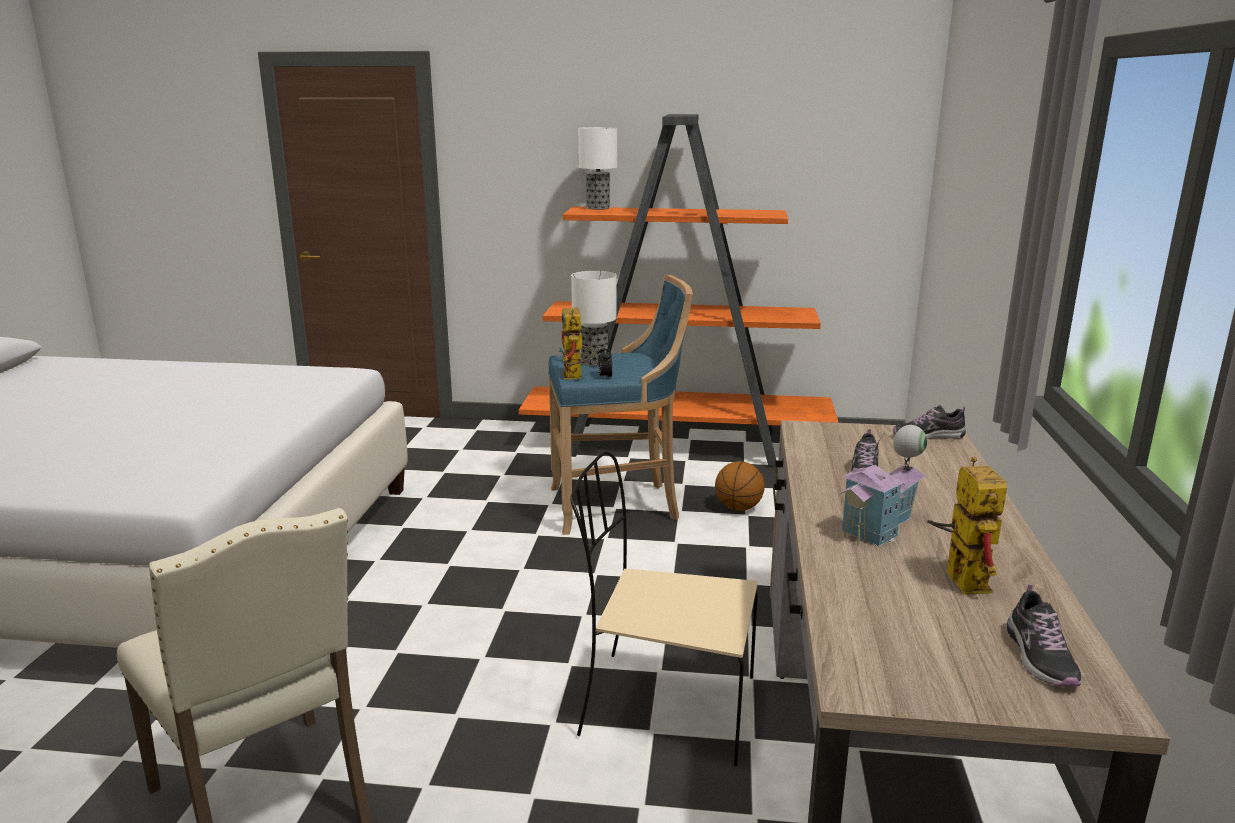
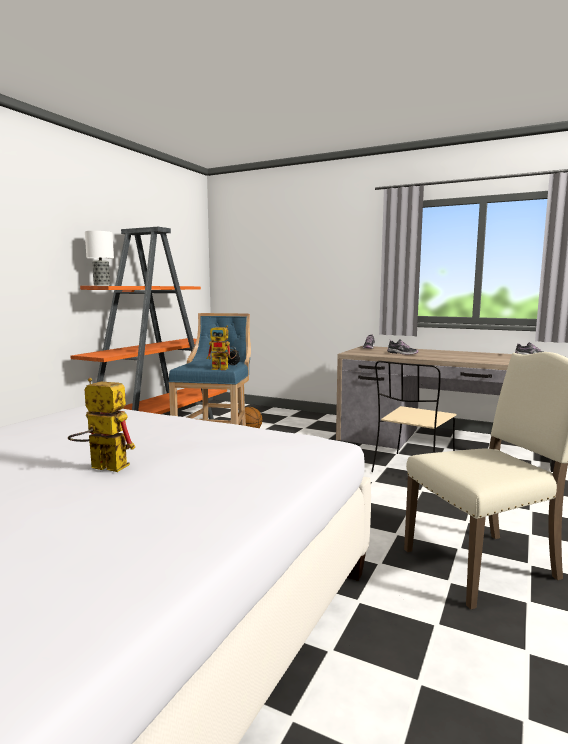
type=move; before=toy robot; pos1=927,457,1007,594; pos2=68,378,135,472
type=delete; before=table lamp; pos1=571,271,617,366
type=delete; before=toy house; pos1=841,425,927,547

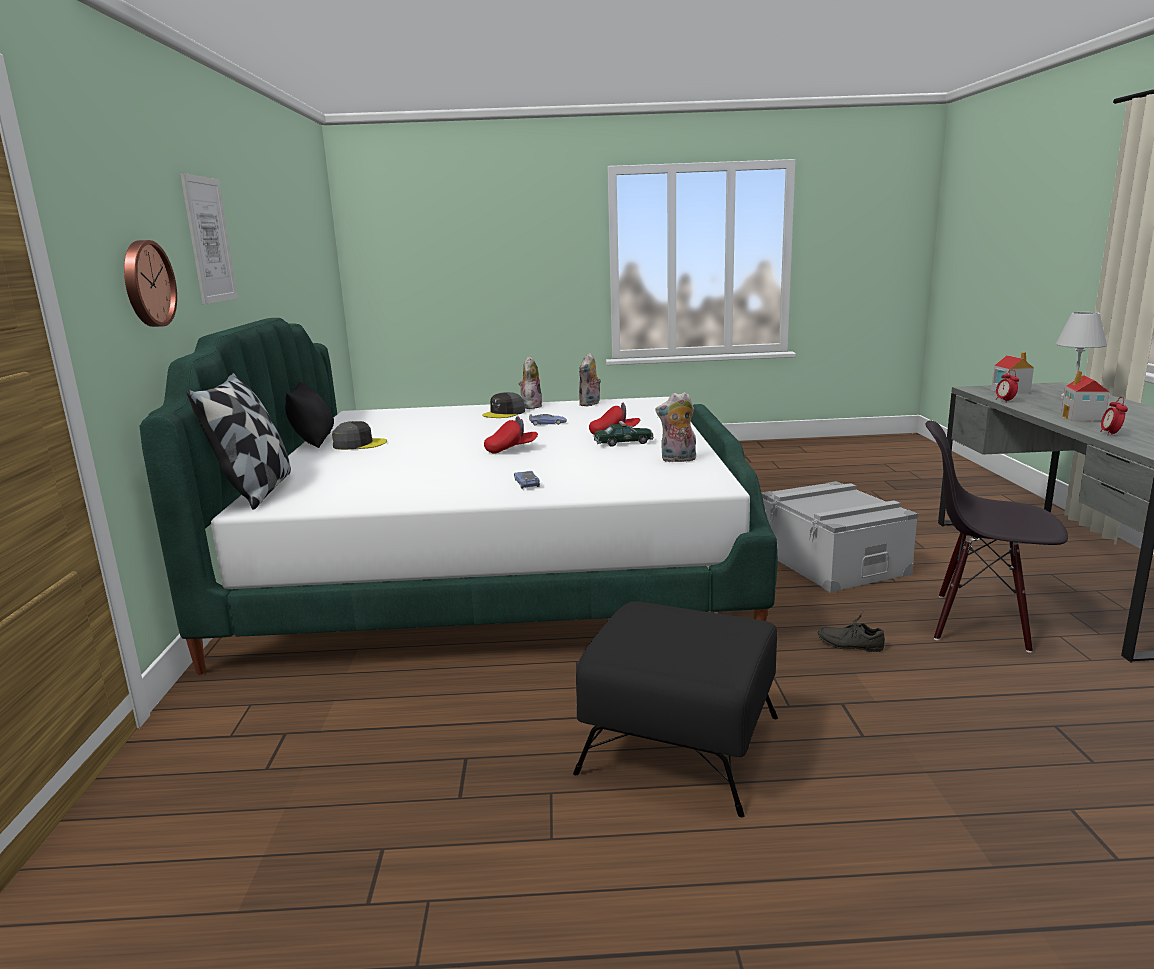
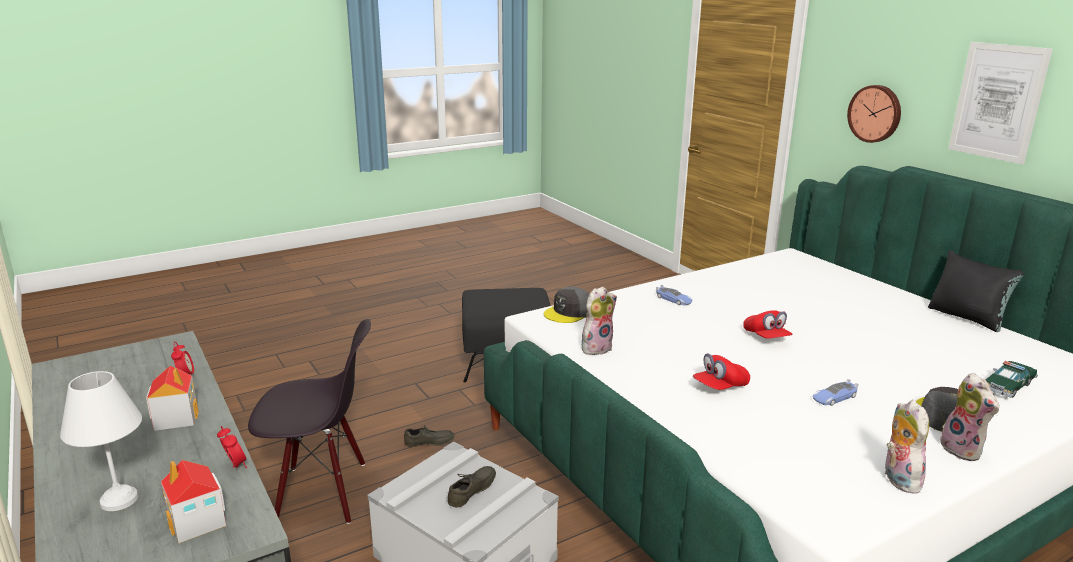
type=insert; after=grey shoe; pos2=448,466,496,508
type=move; before=grey cap; pos1=332,421,387,450; pos2=544,287,589,323
type=rotate; before=red cap; pos1=484,416,538,454; pos2=743,310,793,338; turn=-60
type=move; before=toy car; pos1=594,421,654,447; pos2=986,361,1038,398
type=delete; before=pillow; pos1=187,373,291,509

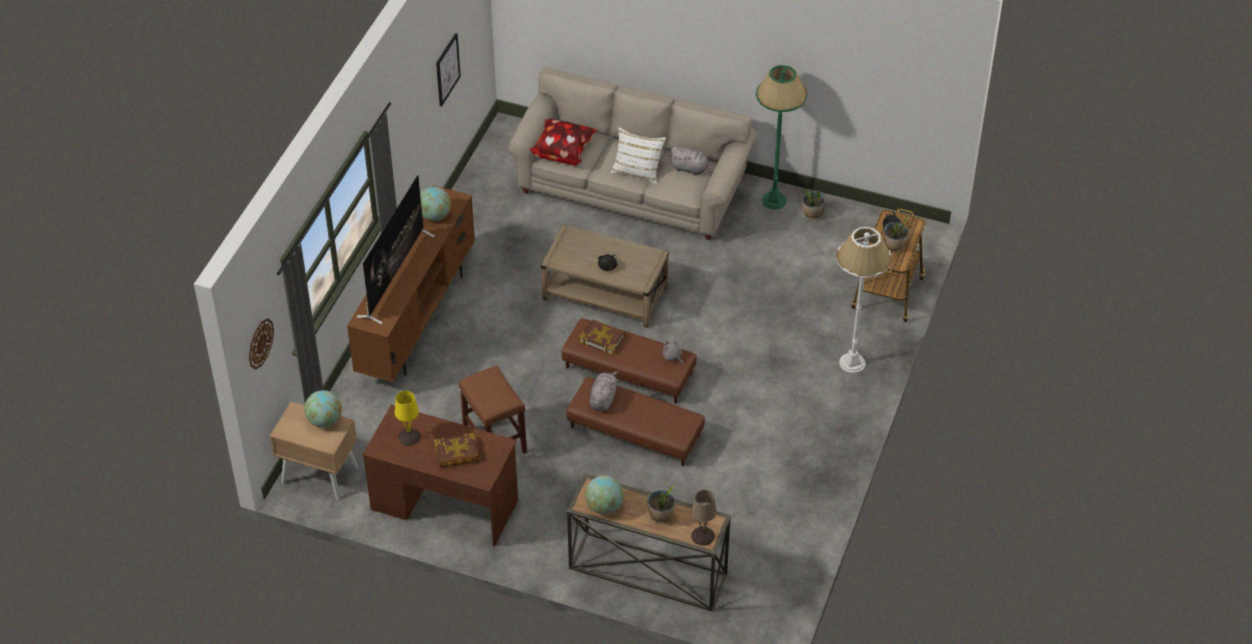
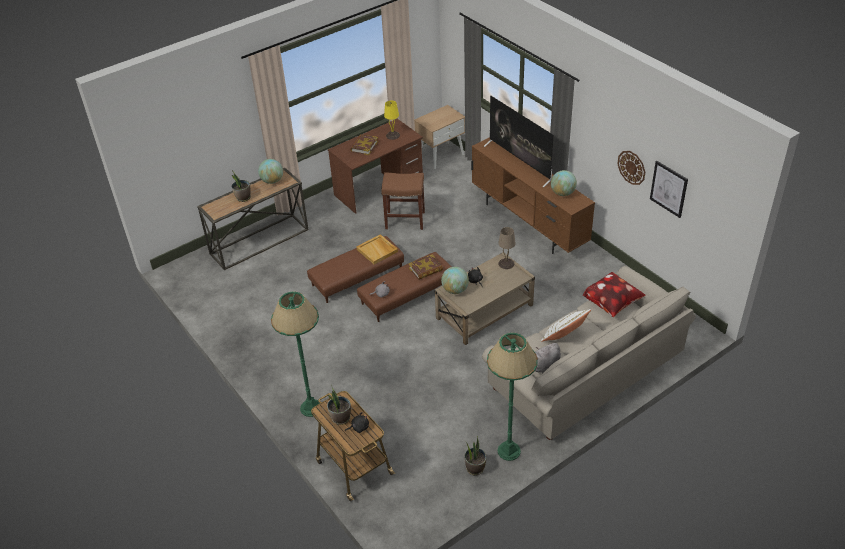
type=recolor; before=white floor lamp; after=green floor lamp; pos1=836,227,892,373; pos2=271,292,320,417
type=replace; before=grey plush toy; after=beige tray; pos1=589,371,619,411; pos2=356,234,398,265
type=move; before=globe; pos1=304,390,342,427; pos2=441,267,469,294
type=move; before=beige table lamp; pos1=691,490,717,546; pos2=498,227,516,269
type=move; before=wall clock; pos1=249,318,274,370; pos2=617,151,645,185

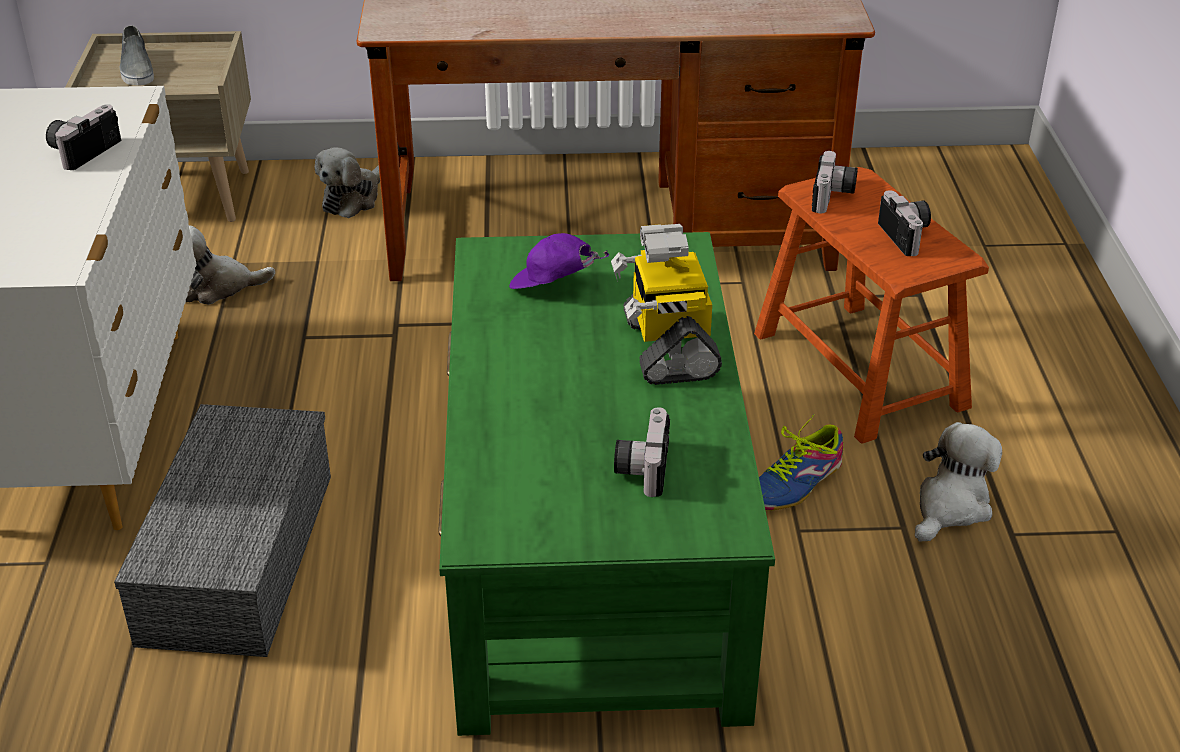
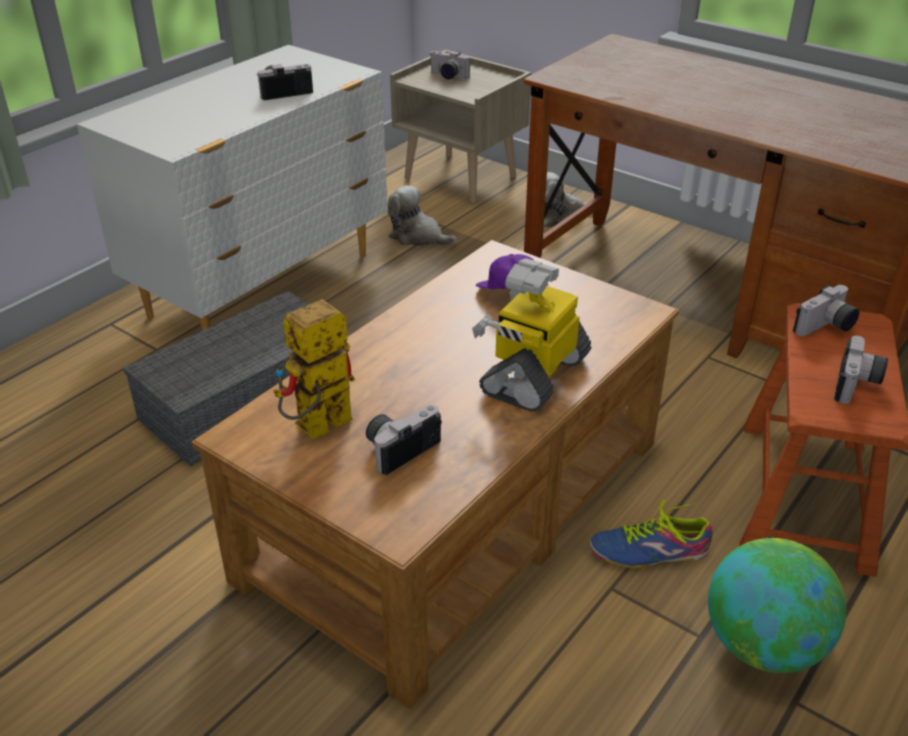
type=recolor; before=green coffee table; after=brown coffee table; pos1=438,232,775,736; pos2=191,240,679,709
type=insert; after=toy robot; pos2=273,299,355,439
type=replace; before=grey shoe; after=photo camera; pos1=119,25,154,86; pos2=430,51,470,79
type=replace; before=plush toy; after=globe; pos1=915,422,1002,542; pos2=708,538,846,673

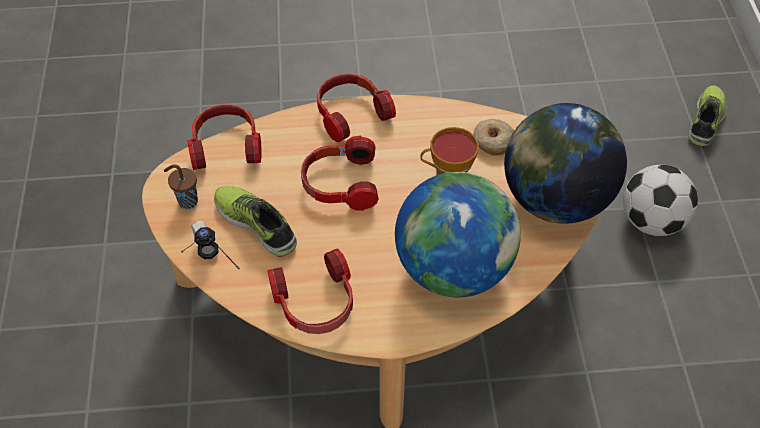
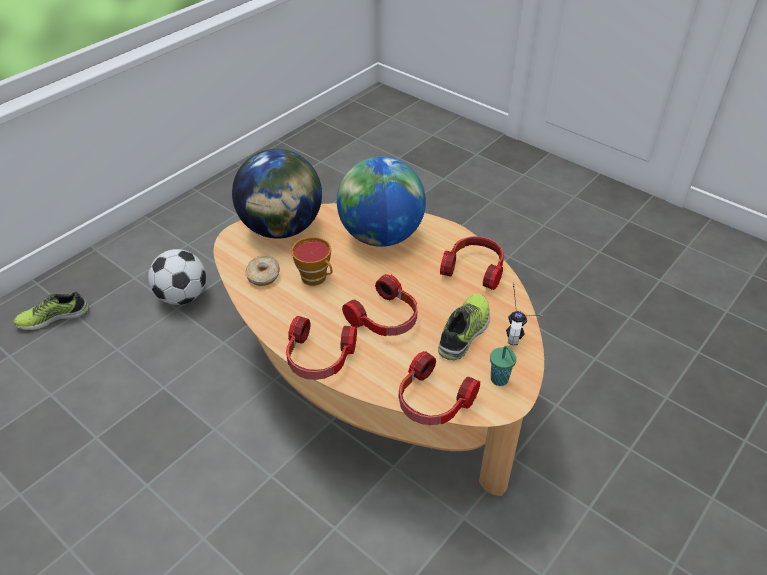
type=rotate; before=shoe; pos1=214,186,297,257; pos2=438,294,490,360; turn=-150
type=recolor; before=brown cup; after=green cup; pos1=164,165,198,209; pos2=490,345,517,386

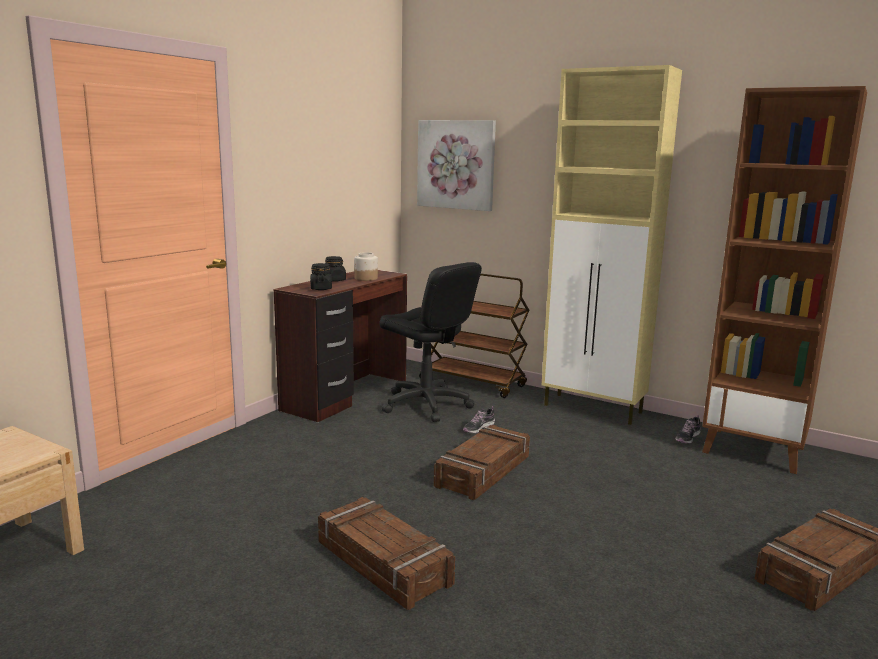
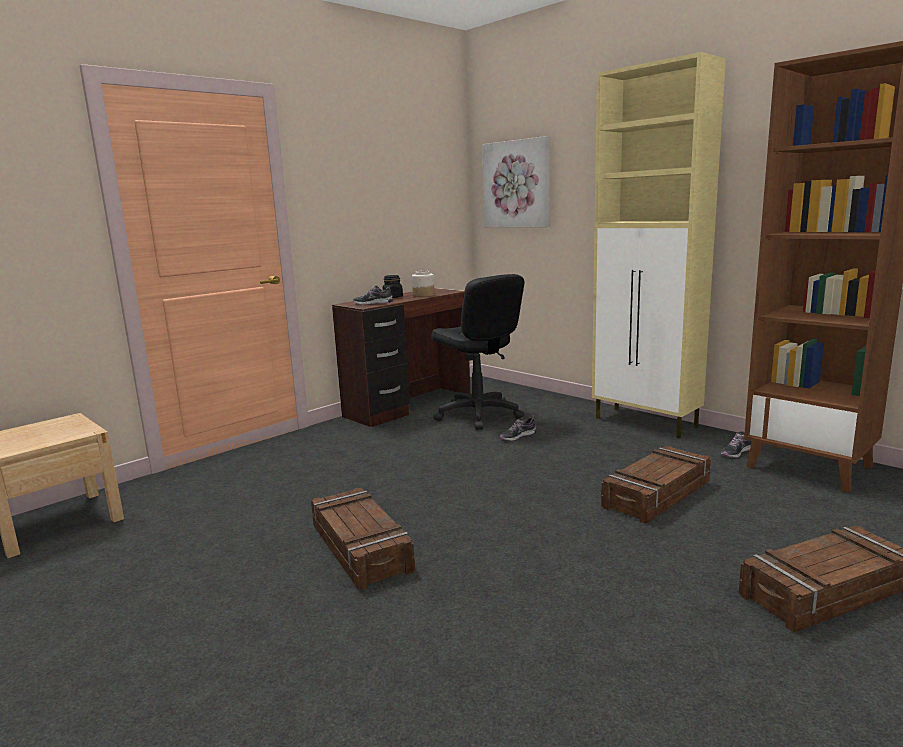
type=replace; before=black jar; after=shoe; pos1=310,263,332,290; pos2=353,285,393,305
type=move; before=crate; pos1=434,425,530,500; pos2=601,446,711,524
type=delete; before=brown cart; pos1=419,273,529,398

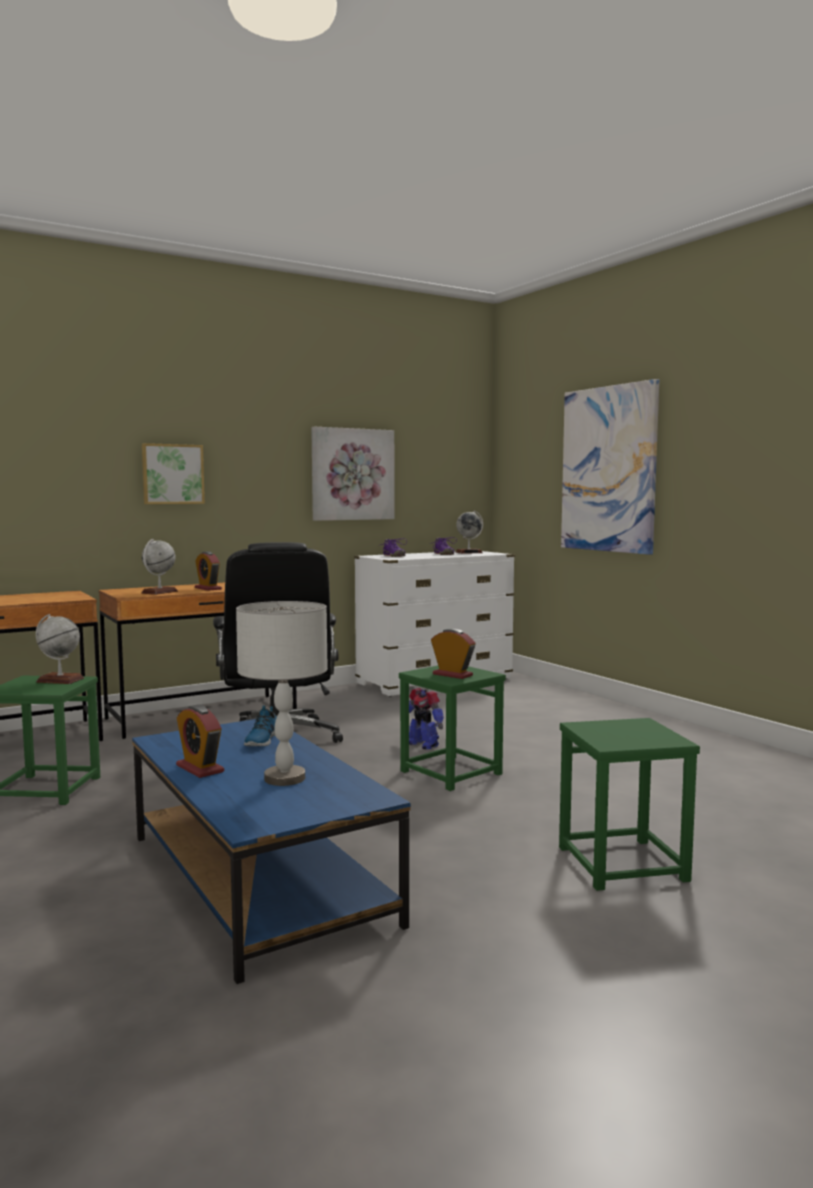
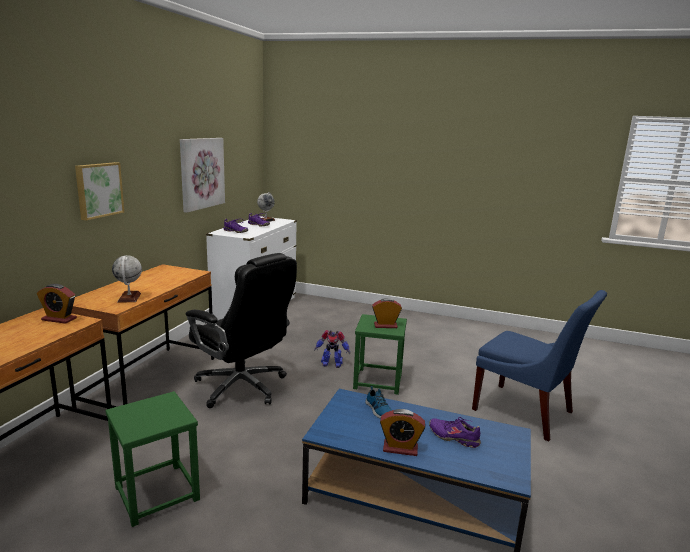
type=move; before=alarm clock; pos1=195,551,222,591; pos2=37,284,77,324
type=replace; before=grey table lamp; after=purple shoe; pos1=236,601,328,786; pos2=429,417,481,448
type=replace; before=green stool; after=blue chair; pos1=559,718,700,891; pos2=472,290,607,441
type=delete; before=globe; pos1=36,614,84,684
type=delete; before=picture; pos1=561,379,659,555

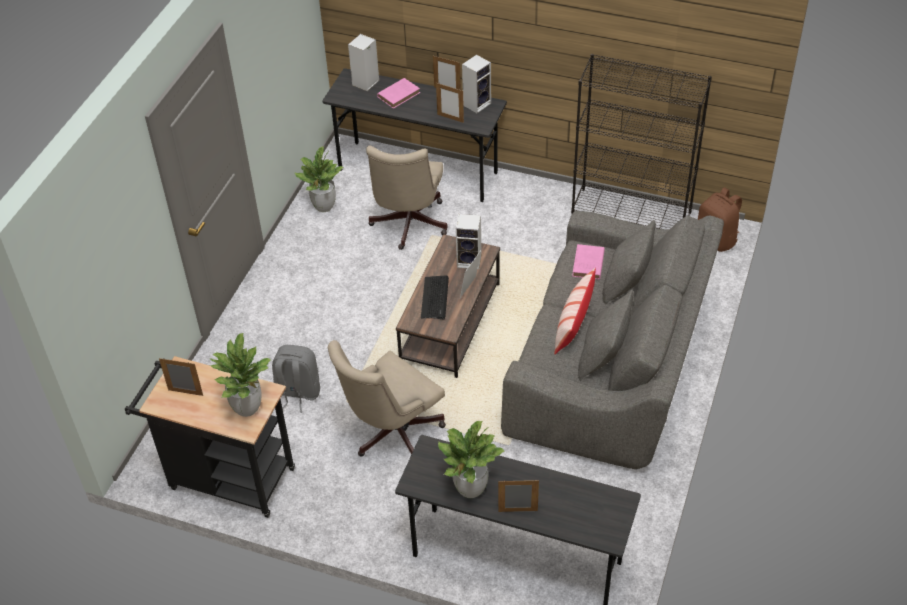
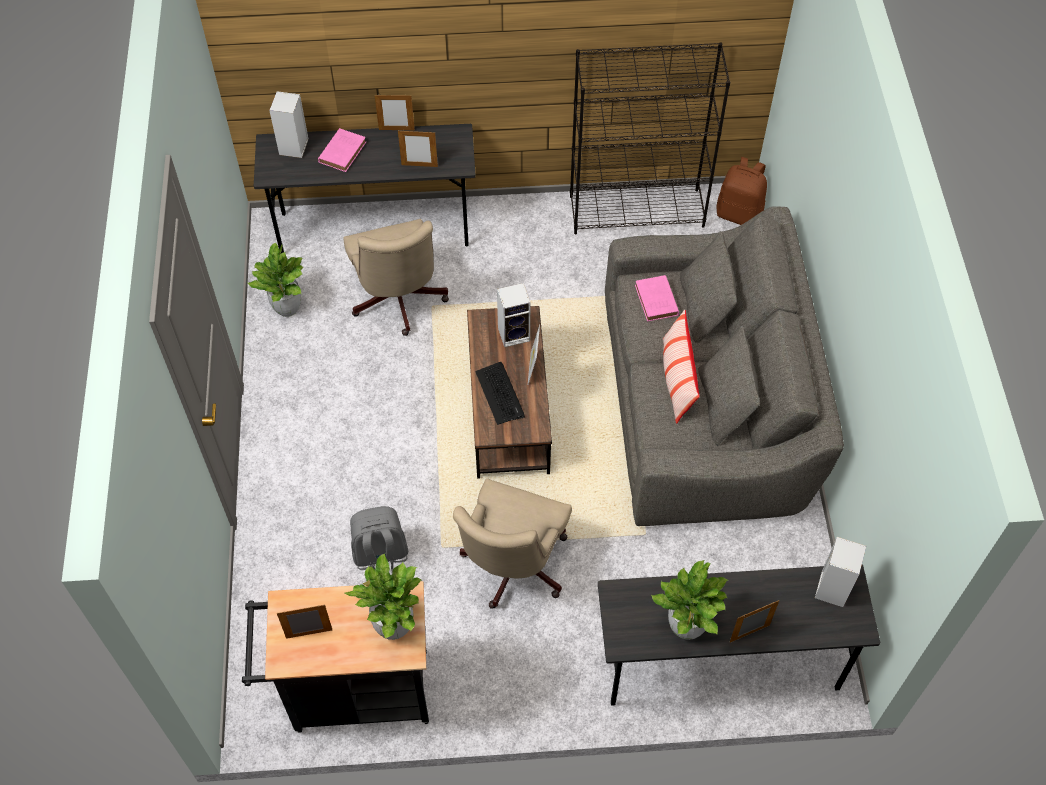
type=move; before=speaker; pos1=462,55,491,113; pos2=815,537,866,607

